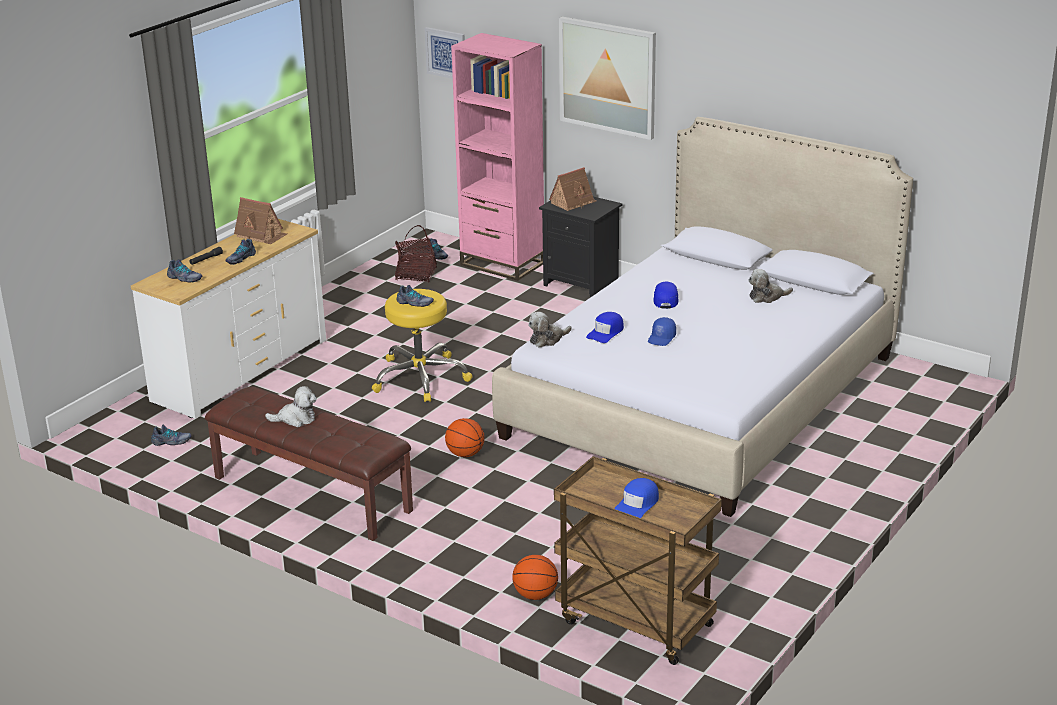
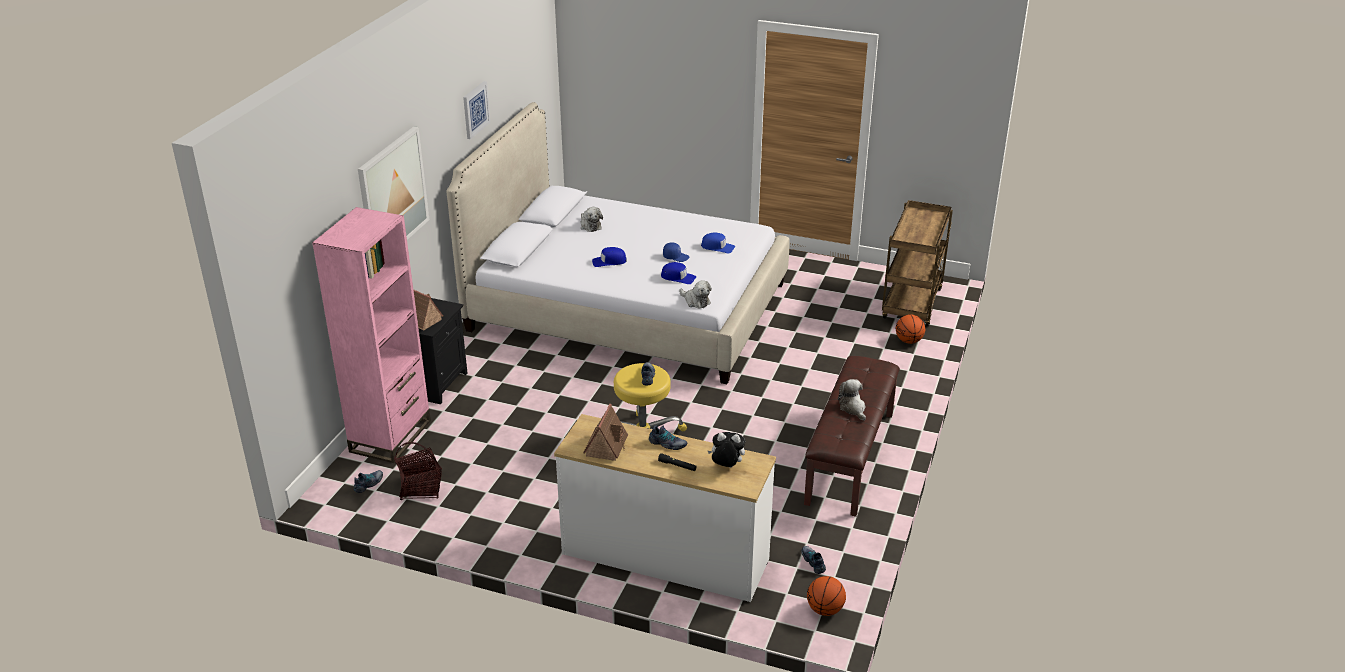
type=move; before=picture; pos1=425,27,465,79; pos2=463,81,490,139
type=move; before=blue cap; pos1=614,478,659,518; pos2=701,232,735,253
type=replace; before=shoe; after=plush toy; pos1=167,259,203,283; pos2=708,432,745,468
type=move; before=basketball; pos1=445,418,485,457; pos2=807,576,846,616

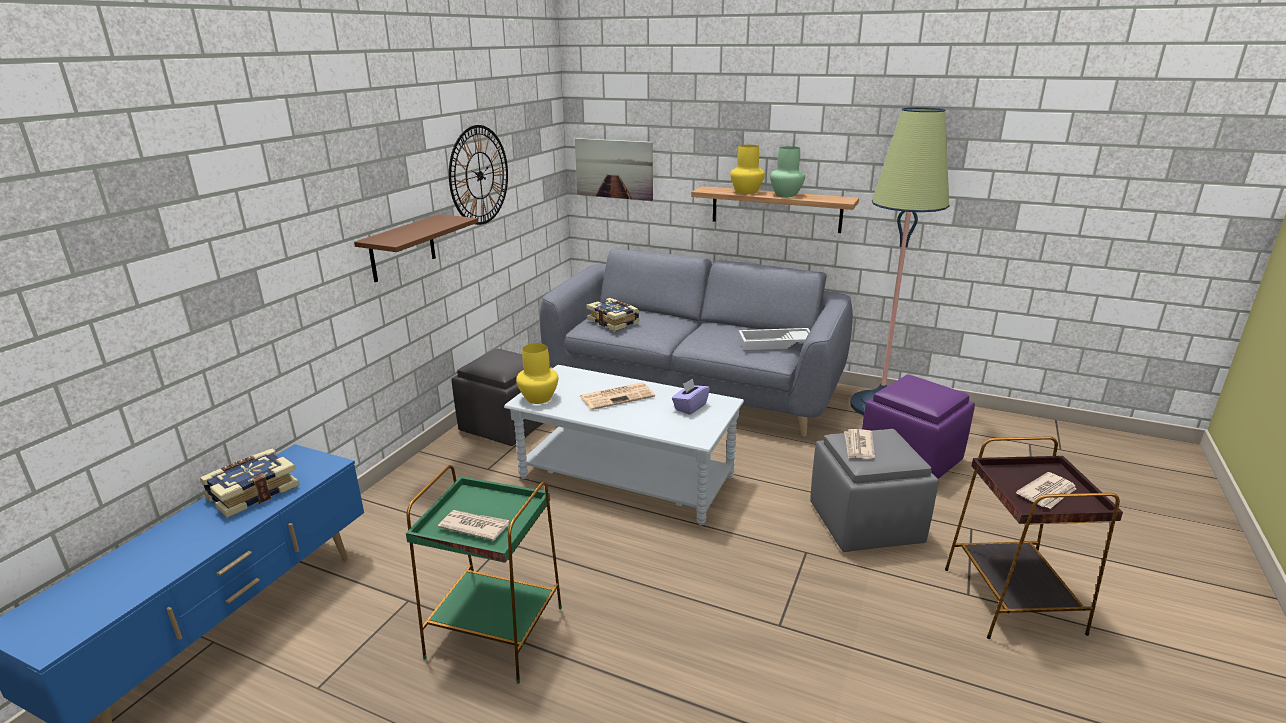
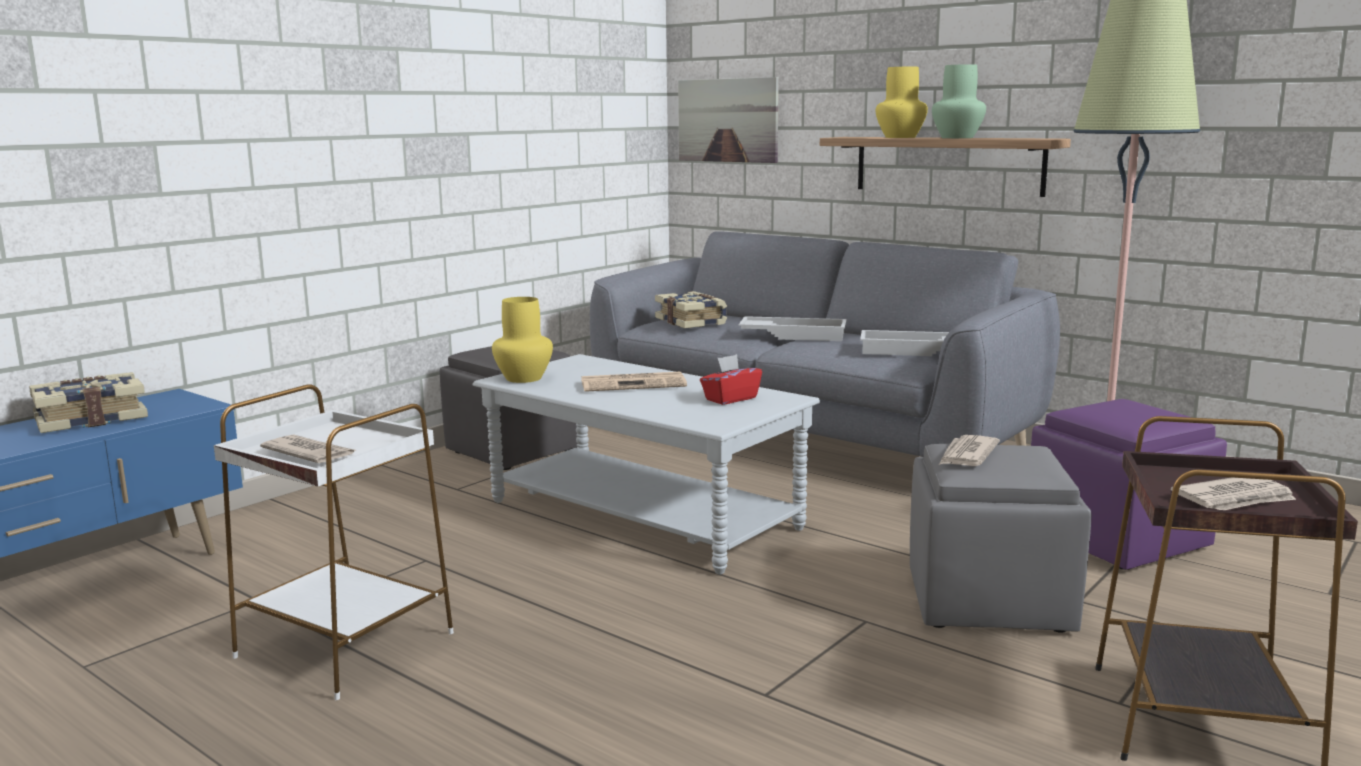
type=recolor; before=green side table; after=white side table; pos1=406,465,562,684; pos2=214,384,454,700
type=recolor; before=purple tissue box; after=red tissue box; pos1=672,378,710,415; pos2=700,354,762,405
type=insert; after=white tray; pos2=739,316,847,341
type=delete; before=brown shelf; pos1=354,214,478,282
type=delete; before=wall clock; pos1=449,125,508,225

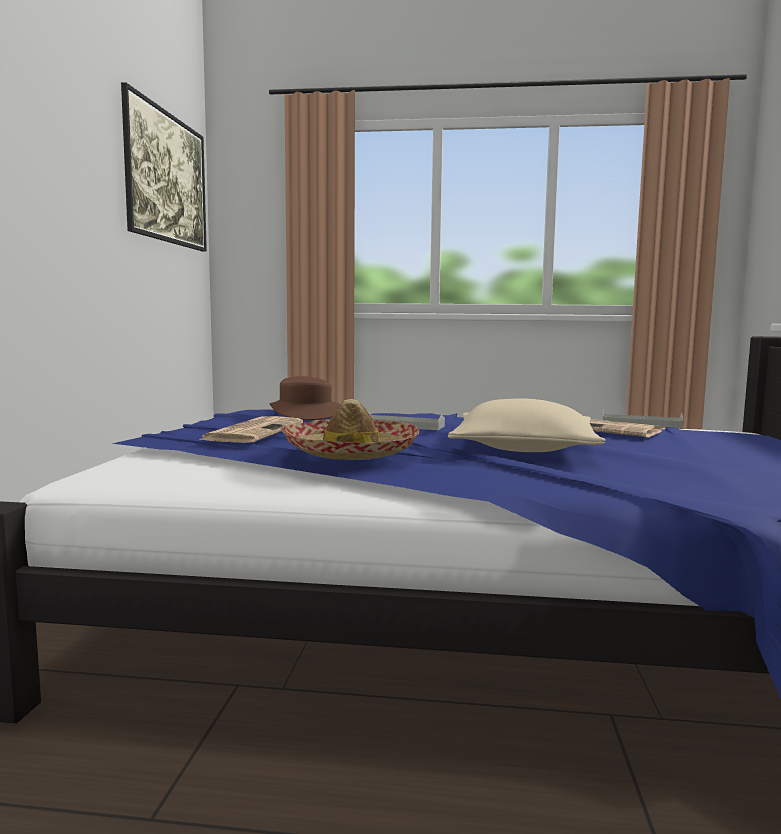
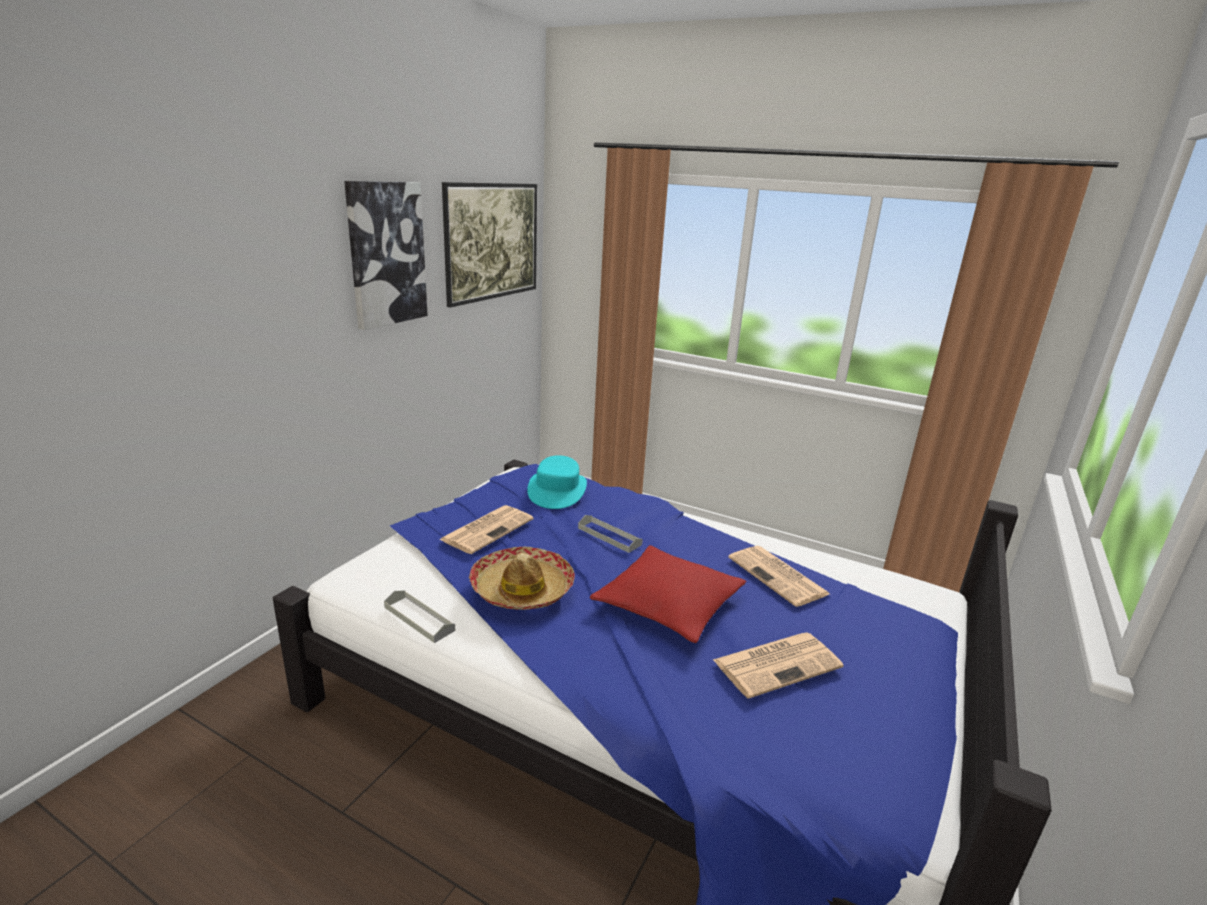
type=insert; after=picture; pos2=344,181,428,330
type=move; before=grey tray; pos1=603,409,683,428; pos2=384,590,455,643
type=recolor; before=brown hat; after=turquoise hat; pos1=269,376,340,420; pos2=527,455,587,509
type=recolor; before=beige pillow; after=red pillow; pos1=448,398,606,452; pos2=590,545,746,643
type=insert; after=newspaper; pos2=713,632,844,698

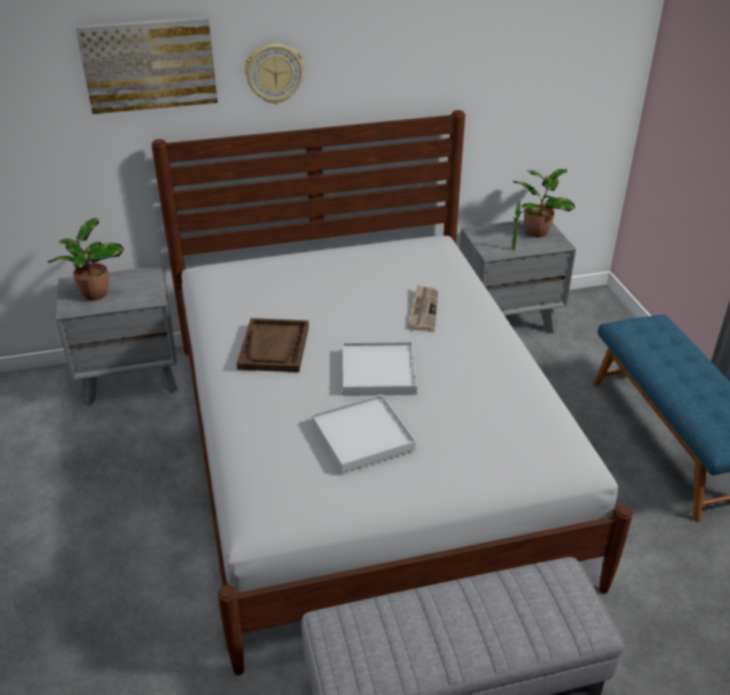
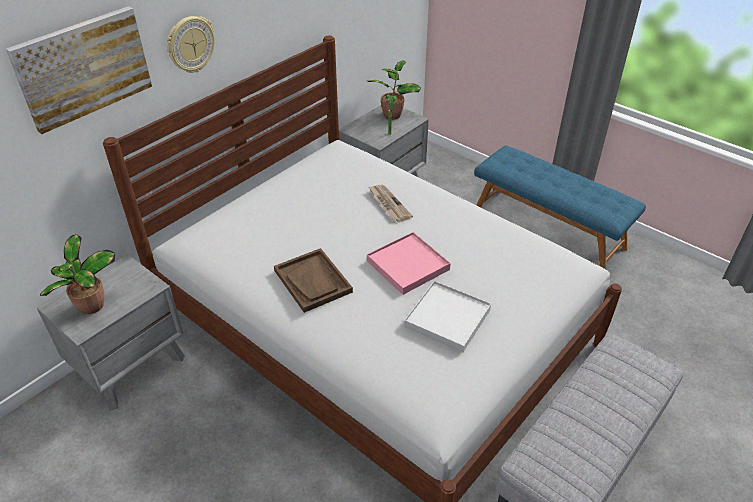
type=recolor; before=white tray; after=pink tray; pos1=343,342,417,396; pos2=367,232,451,295

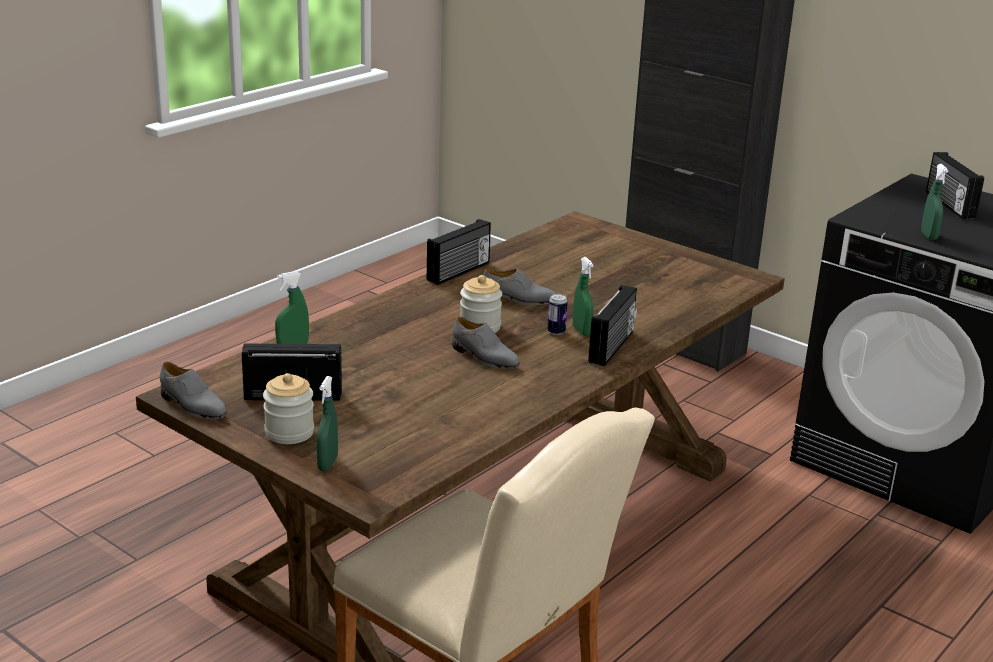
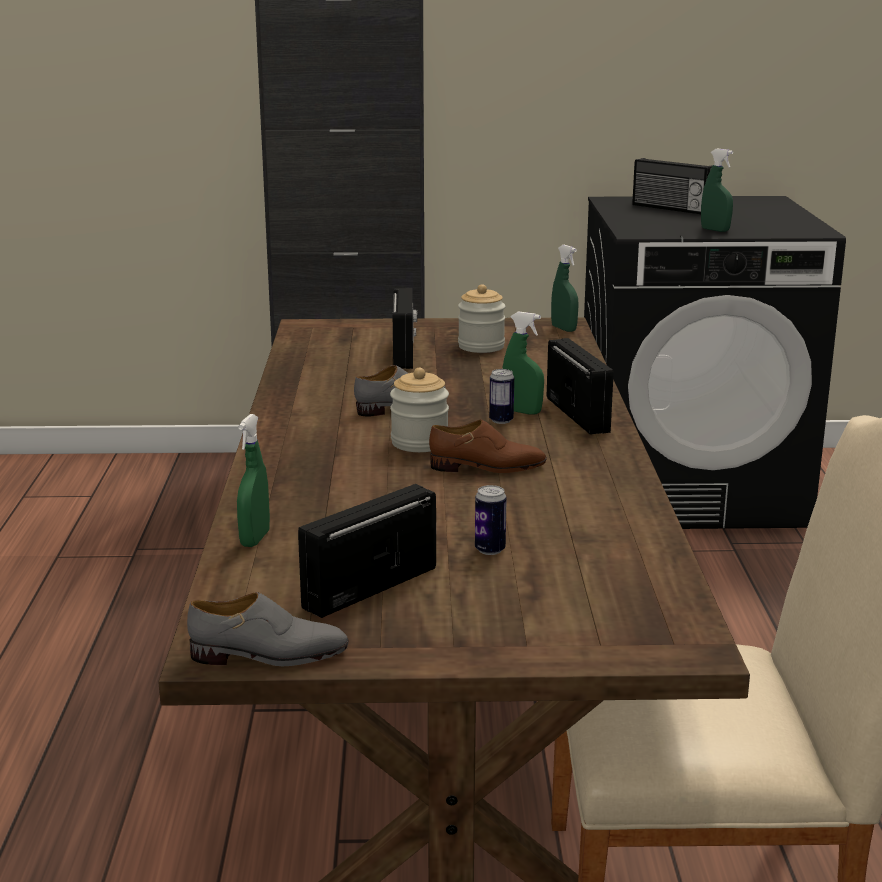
type=move; before=radio; pos1=427,219,491,285; pos2=393,288,417,369
type=recolor; before=grey shoe; after=brown shoe; pos1=452,317,520,369; pos2=429,420,547,473
type=move; before=jar; pos1=263,373,314,444; pos2=458,284,506,353
type=insert; after=can; pos2=475,485,507,555
type=move; before=green spray bottle; pos1=317,376,338,471; pos2=551,245,579,332

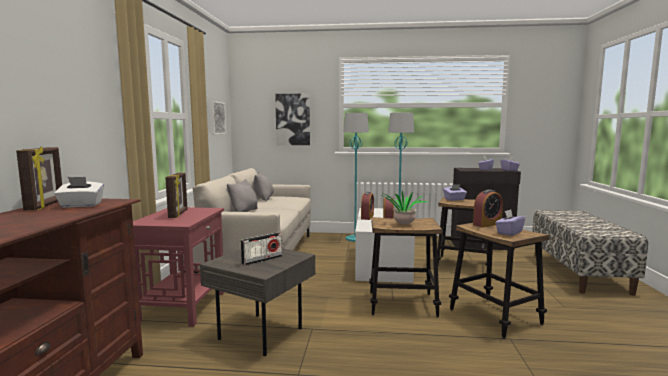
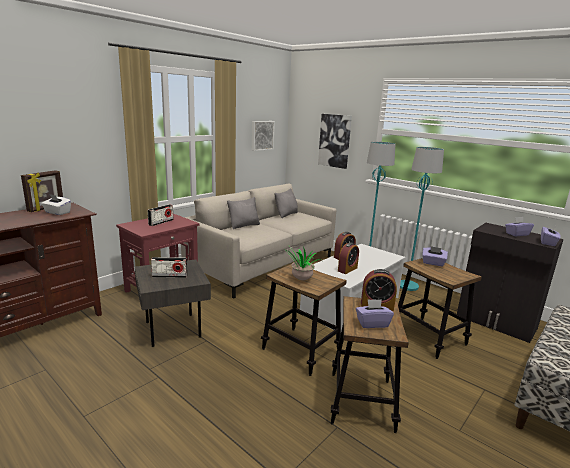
type=replace; before=picture frame; after=radio; pos1=165,173,187,218; pos2=148,204,174,226

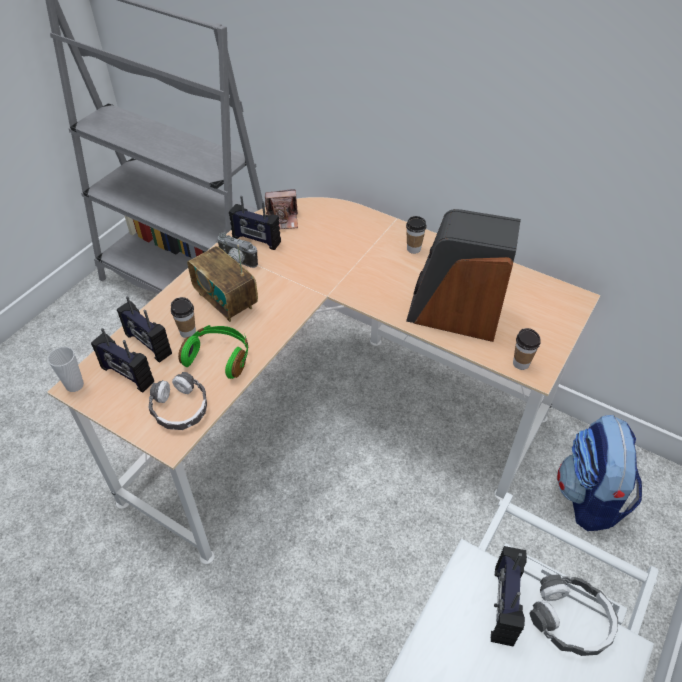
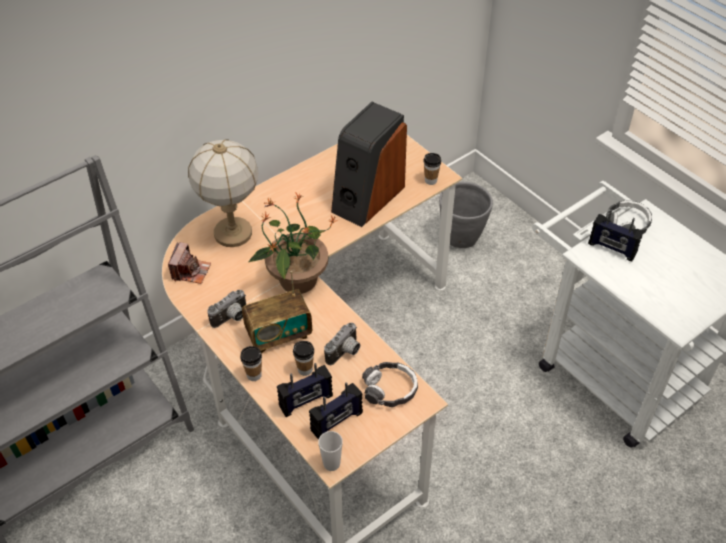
type=insert; after=table lamp; pos2=188,139,259,247
type=move; before=cup; pos1=406,216,426,254; pos2=240,346,262,381
type=insert; after=potted plant; pos2=249,192,337,294
type=replace; before=green headphones; after=photo camera; pos1=178,325,248,379; pos2=324,323,360,365
type=replace; before=backpack; after=grey planter; pos1=557,415,642,531; pos2=439,182,493,248
type=delete; before=radio; pos1=229,195,281,250

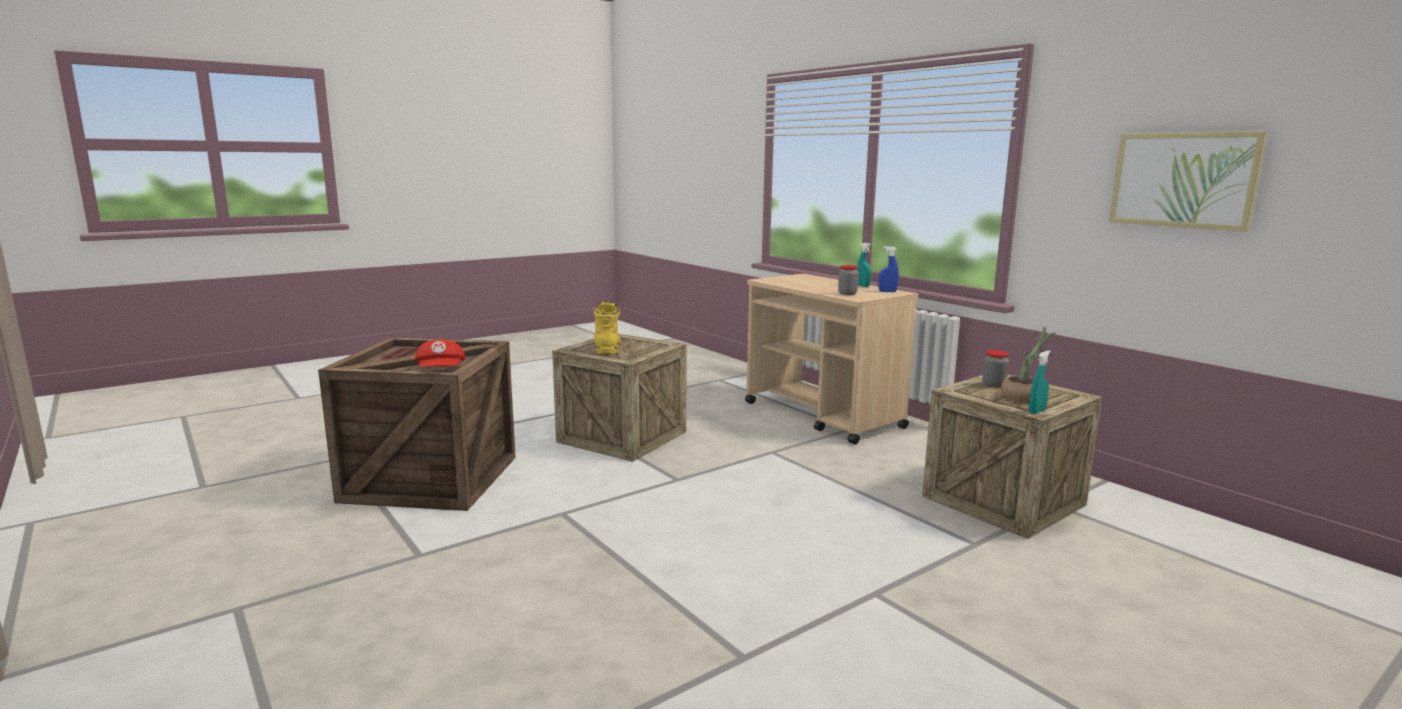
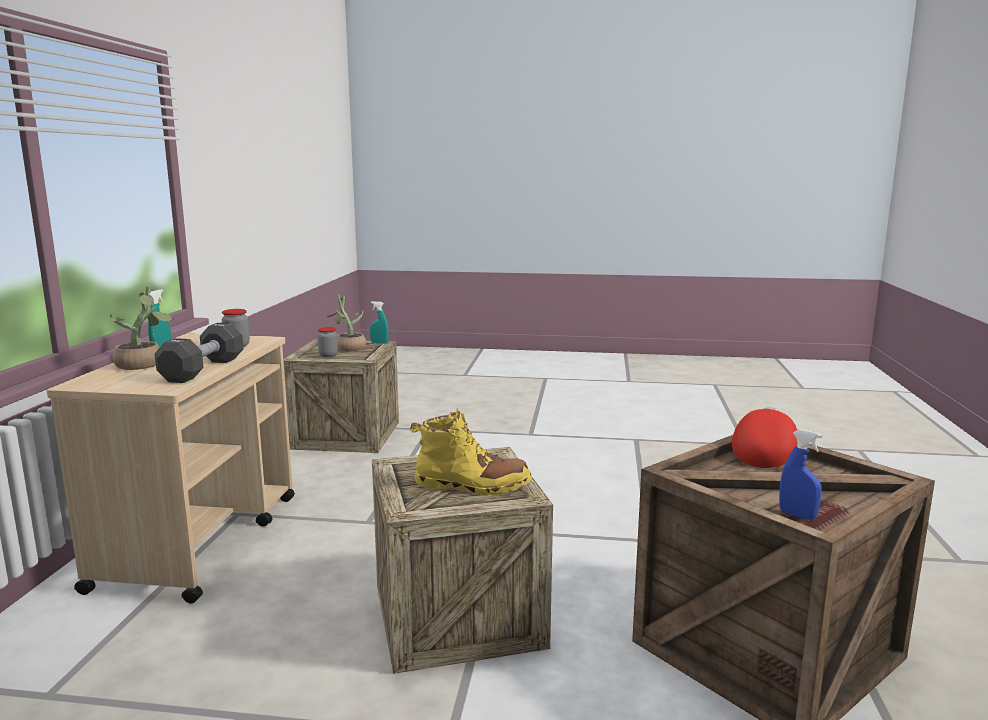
type=insert; after=potted plant; pos2=110,286,173,370
type=insert; after=black dumbbell; pos2=154,323,243,383
type=rotate; before=yellow boot; pos1=593,302,621,355; pos2=410,409,532,495; turn=-120
type=move; before=blue spray bottle; pos1=879,246,899,292; pos2=779,429,823,520
type=delete; before=picture; pos1=1109,131,1268,232

